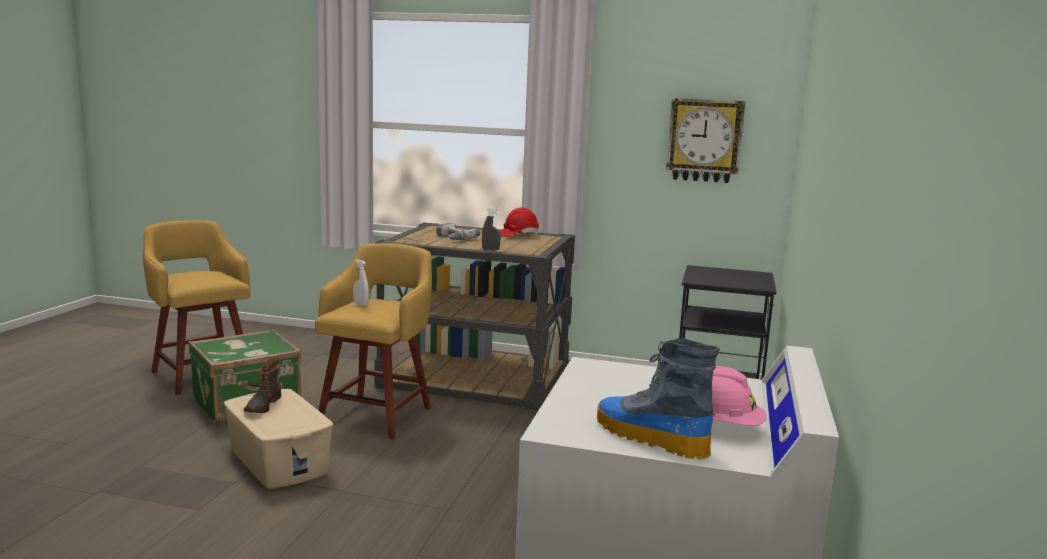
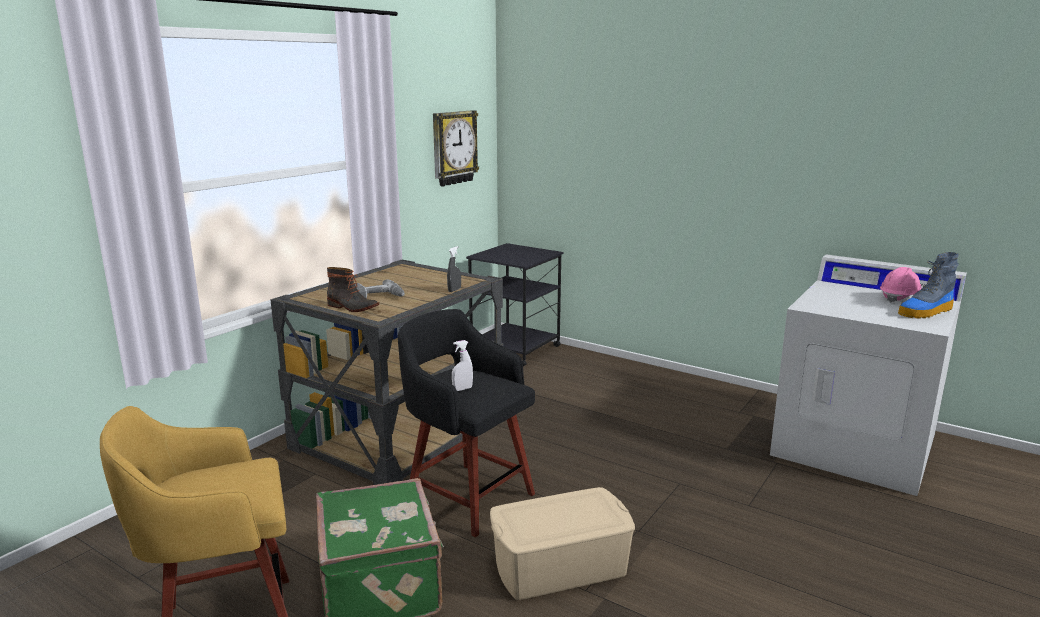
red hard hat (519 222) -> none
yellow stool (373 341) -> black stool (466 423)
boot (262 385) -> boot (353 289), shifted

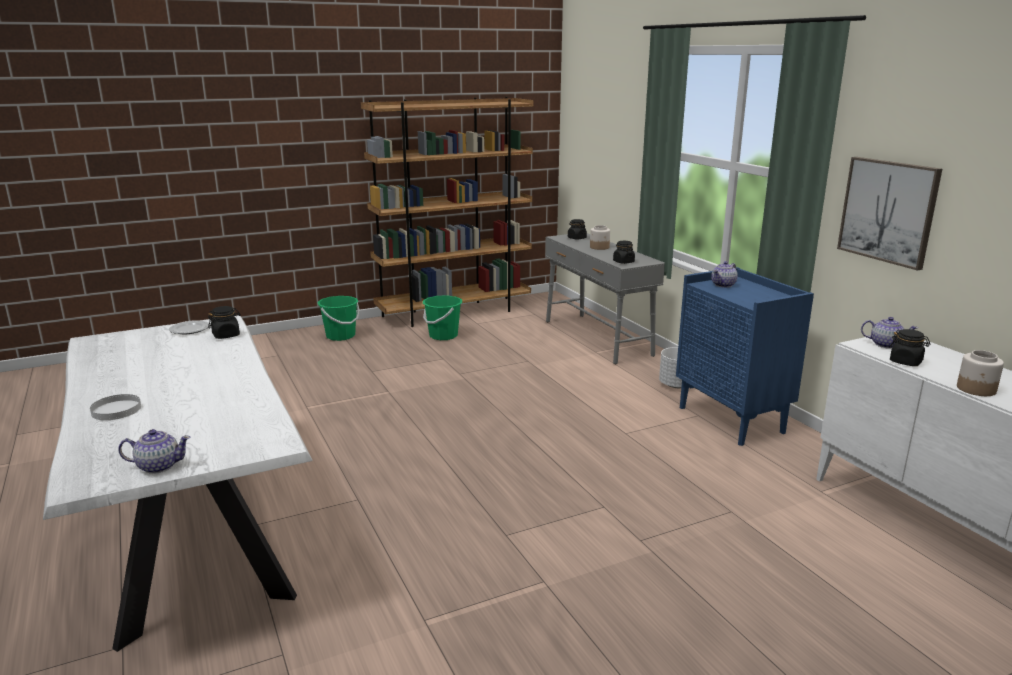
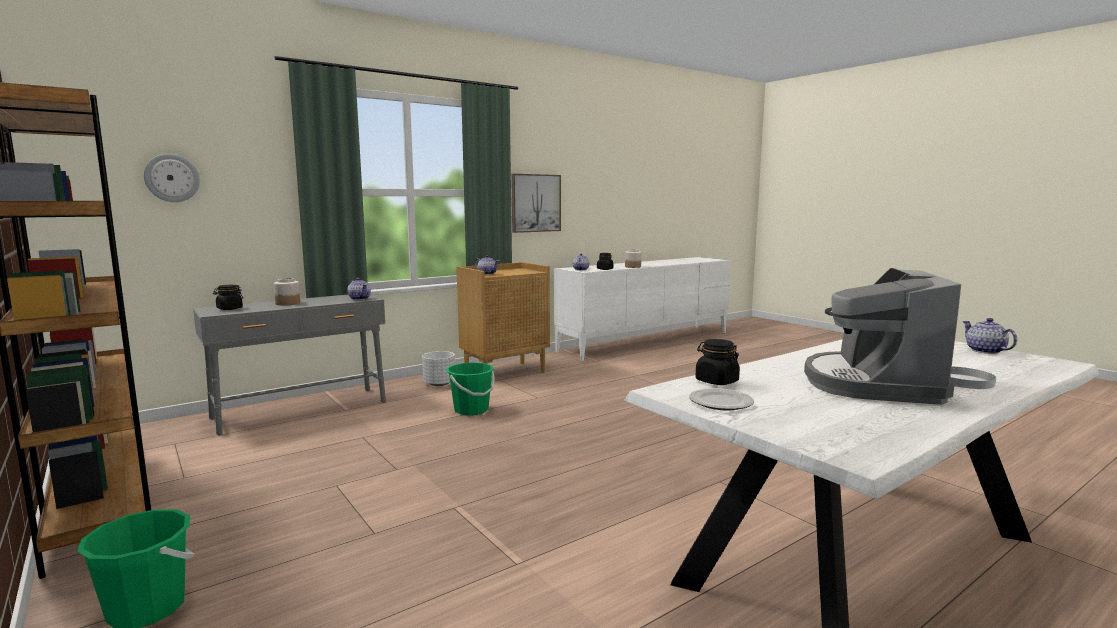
black jar (624 252) -> teapot (359 289)
blue cabinet (745 356) -> brown cabinet (503 317)
green bucket (442 317) -> green bucket (470 389), shifted
none -> wall clock (172 178)
none -> coffee machine (882 336)

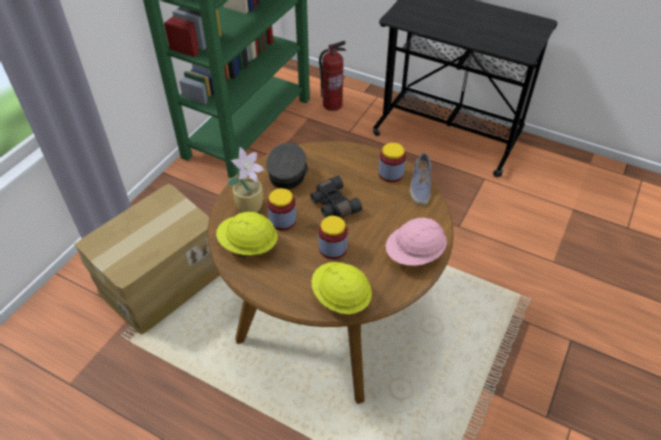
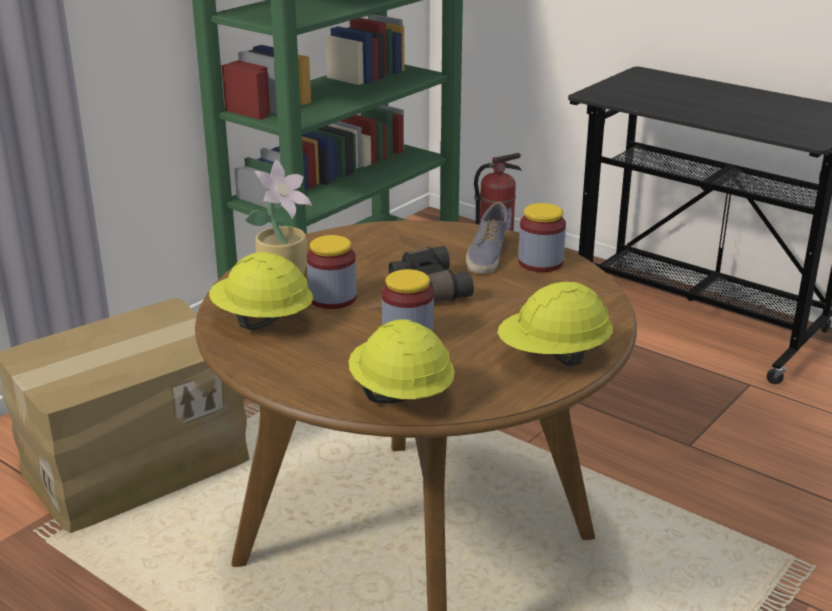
grey cap (287 166) -> none
shoe (420 179) -> shoe (487 238), shifted
pink hard hat (416 242) -> yellow hard hat (555 324)

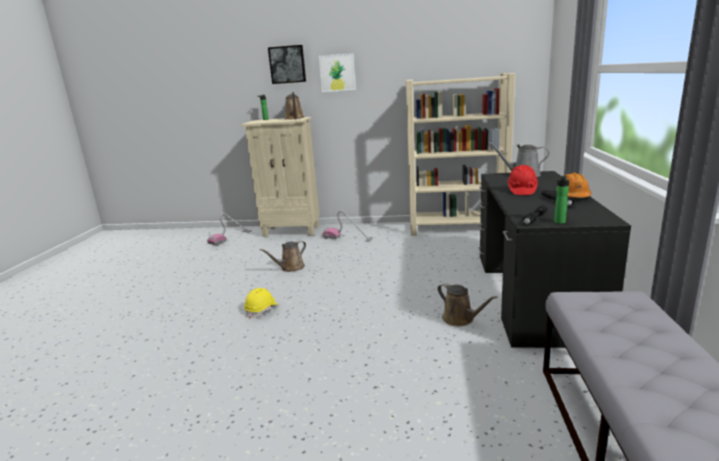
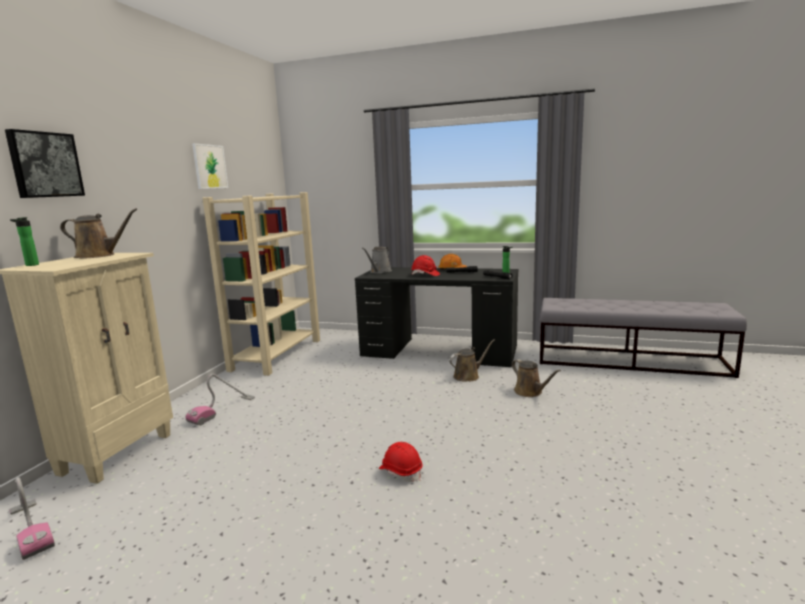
picture (337 72) -> picture (210 166), shifted
brown watering can (283 256) -> brown watering can (536 378), shifted
yellow hard hat (261 303) -> red hard hat (401 462)

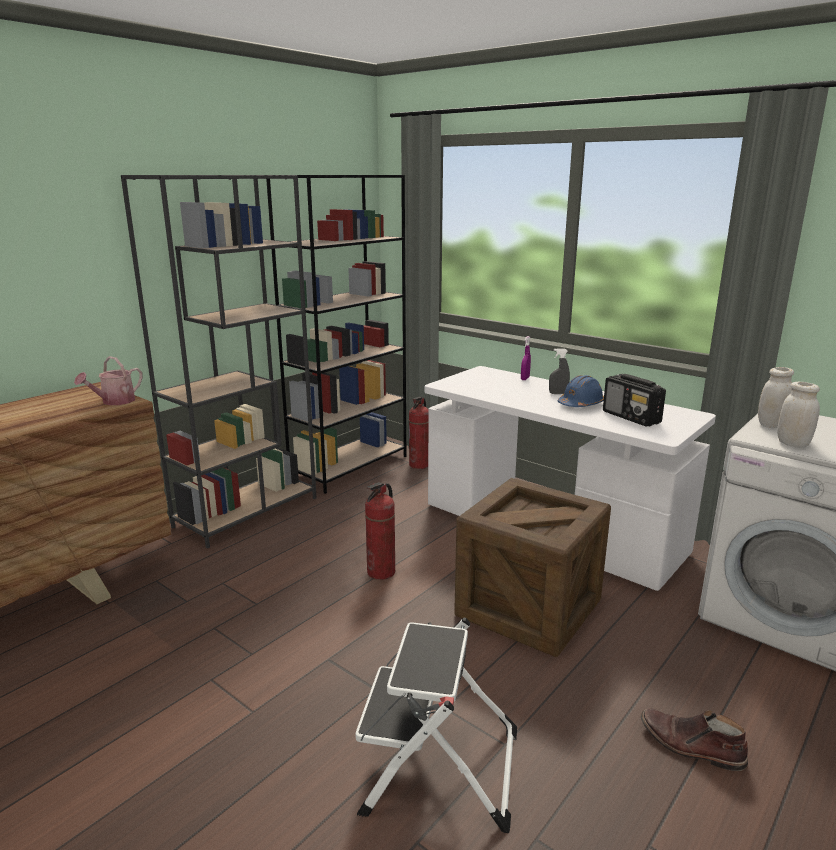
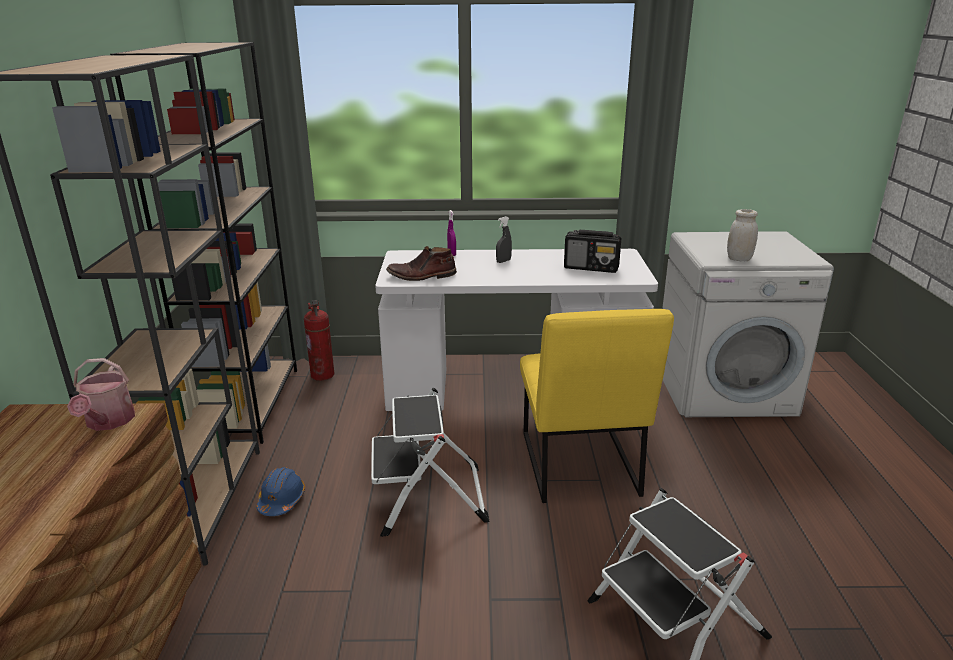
white jar (776 397) -> none
blue hard hat (581 391) -> blue hard hat (281 491), shifted
crate (532 567) -> yellow chair (597 406)
fire extinguisher (380 531) -> step ladder (430 462)
brown boot (694 739) -> brown boot (421 263), shifted

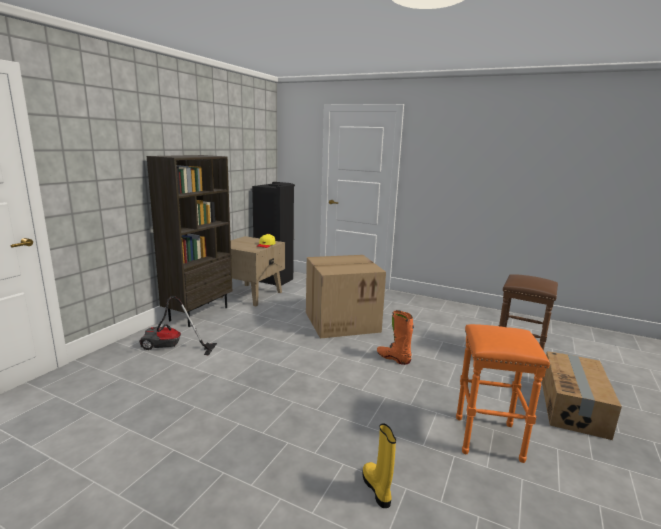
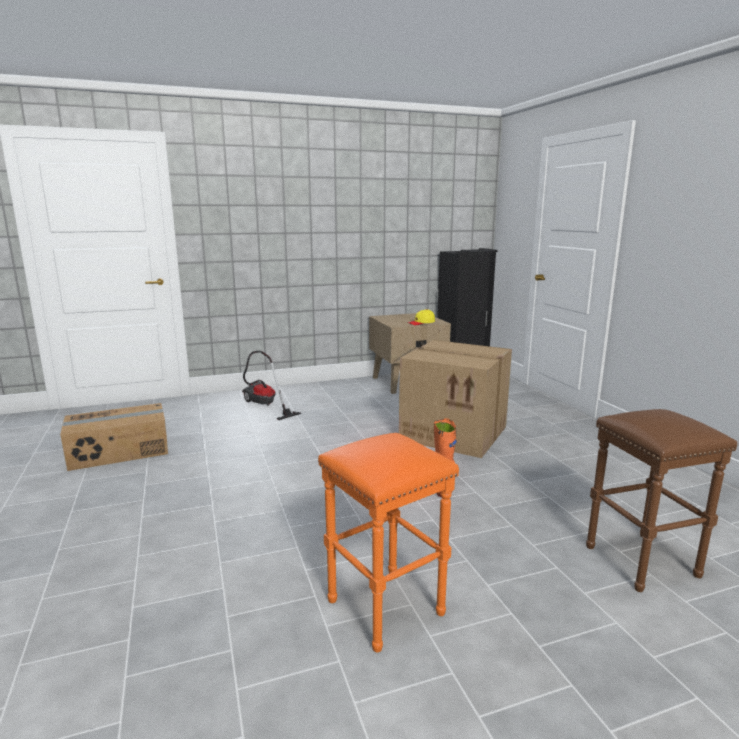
brown bookcase (189 241) -> none
cardboard box (582 395) -> cardboard box (114 437), shifted
yellow boot (379 465) -> none

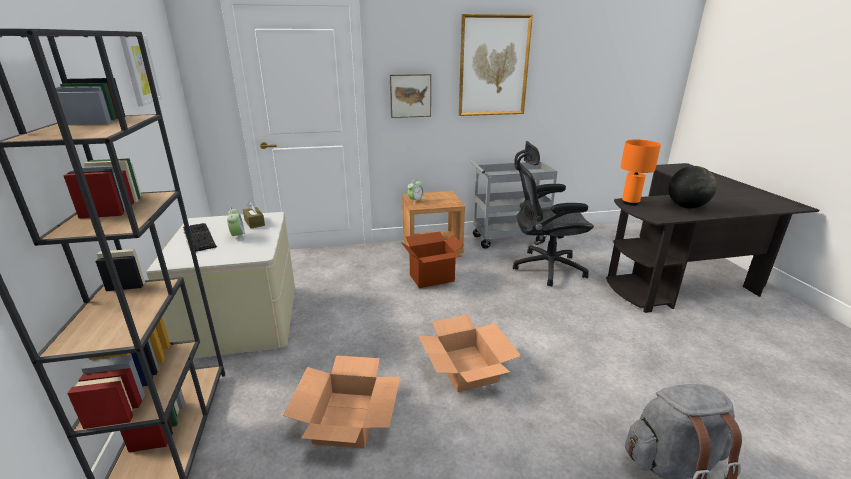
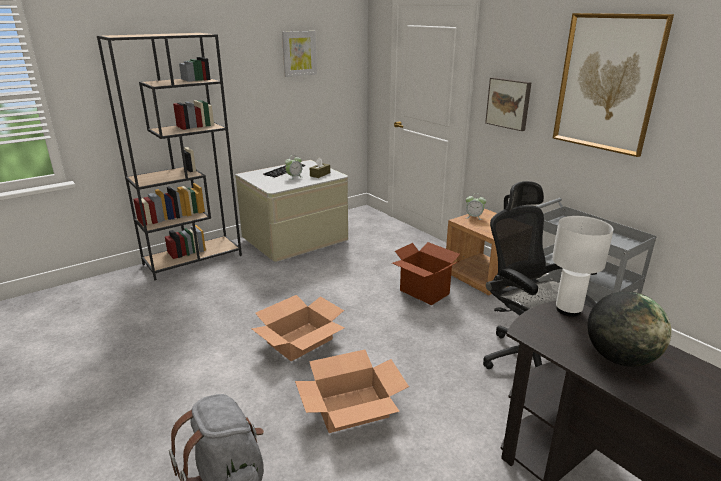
orange table lamp (641 173) -> white table lamp (582 266)
cardboard box (341 402) -> cardboard box (352 391), shifted

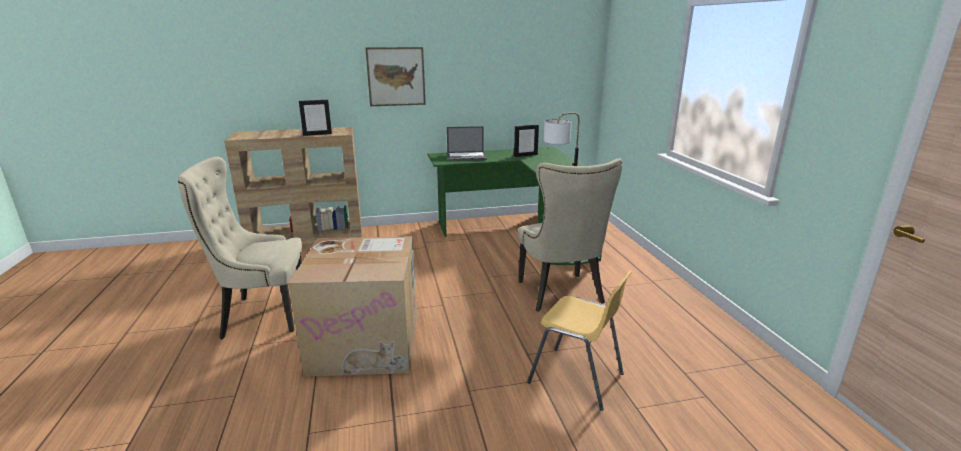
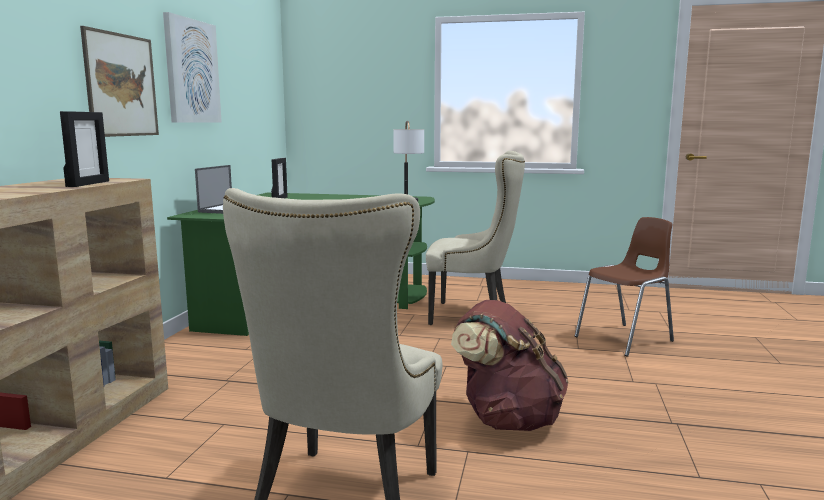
cardboard box (353 306) -> brown backpack (510 365)
yellow chair (579 341) -> brown chair (624 287)
none -> picture (192 67)

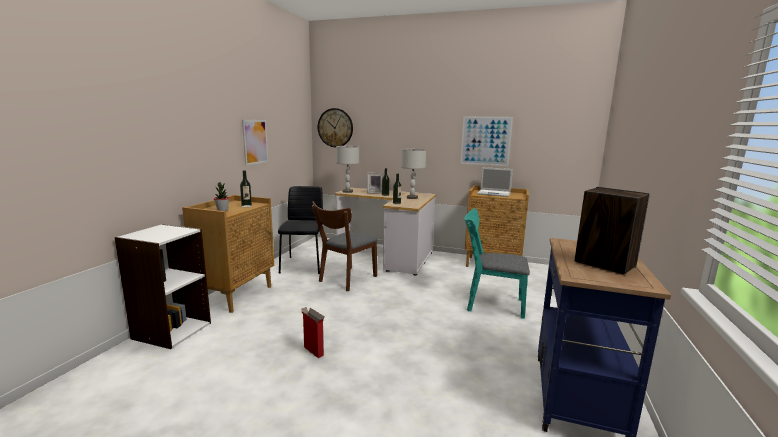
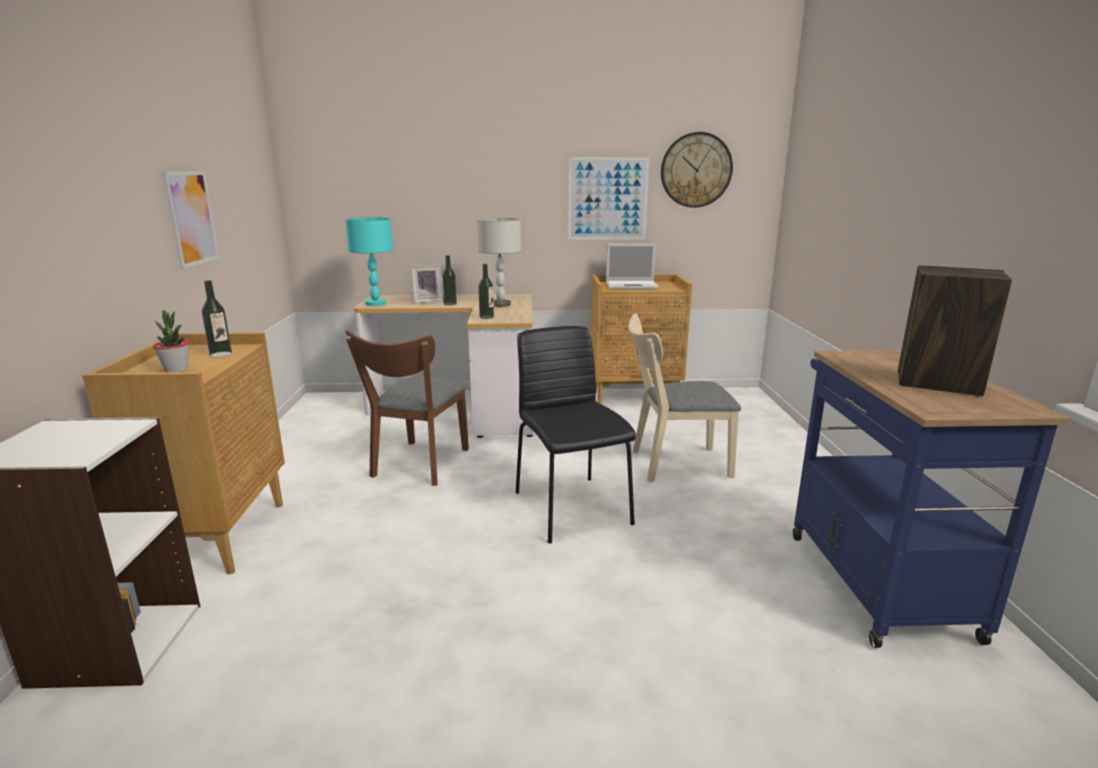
wall clock (335 127) -> wall clock (697 170), shifted
grey table lamp (347 169) -> turquoise table lamp (369 261)
black chair (300 230) -> black chair (575 434), shifted
turquoise chair (497 263) -> beige chair (684 398)
cardboard box (313 332) -> none

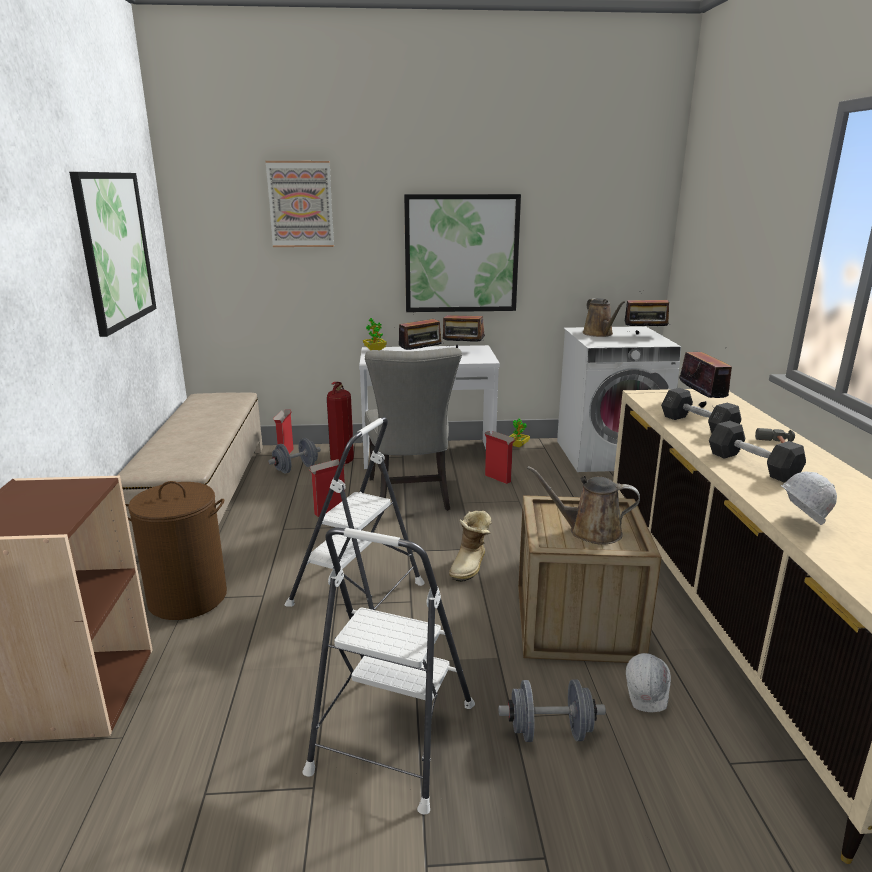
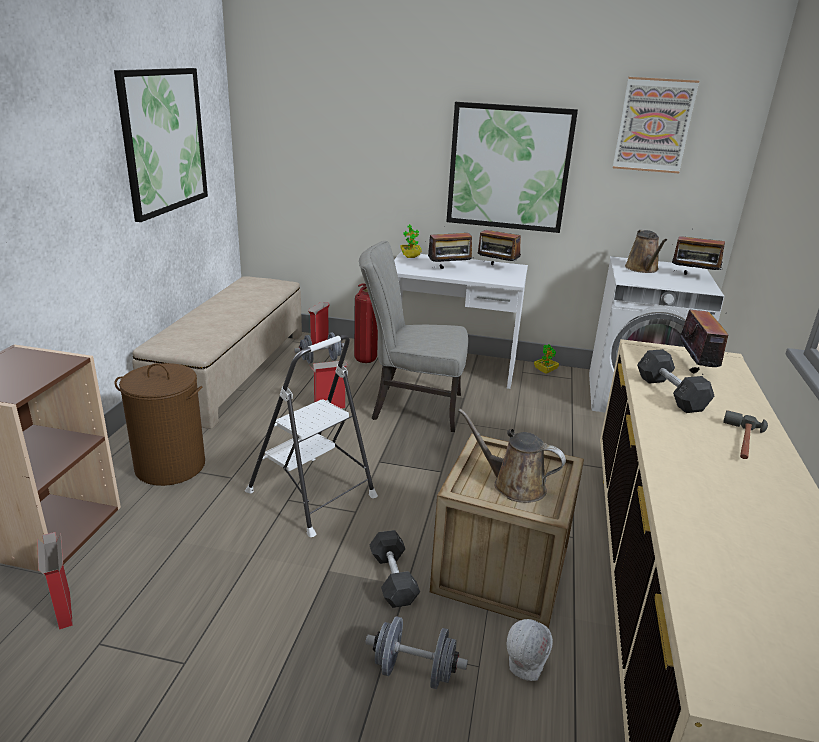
picture (300 204) -> picture (656 125), shifted
grey chair (413 431) -> grey chair (413 336), 90 degrees clockwise
grey dumbbell (757 451) -> grey dumbbell (395 569), shifted
cardboard box (500 457) -> cardboard box (55 580), shifted
white hard hat (809 498) -> none
boot (470 546) -> none
white step ladder (388 671) -> none

